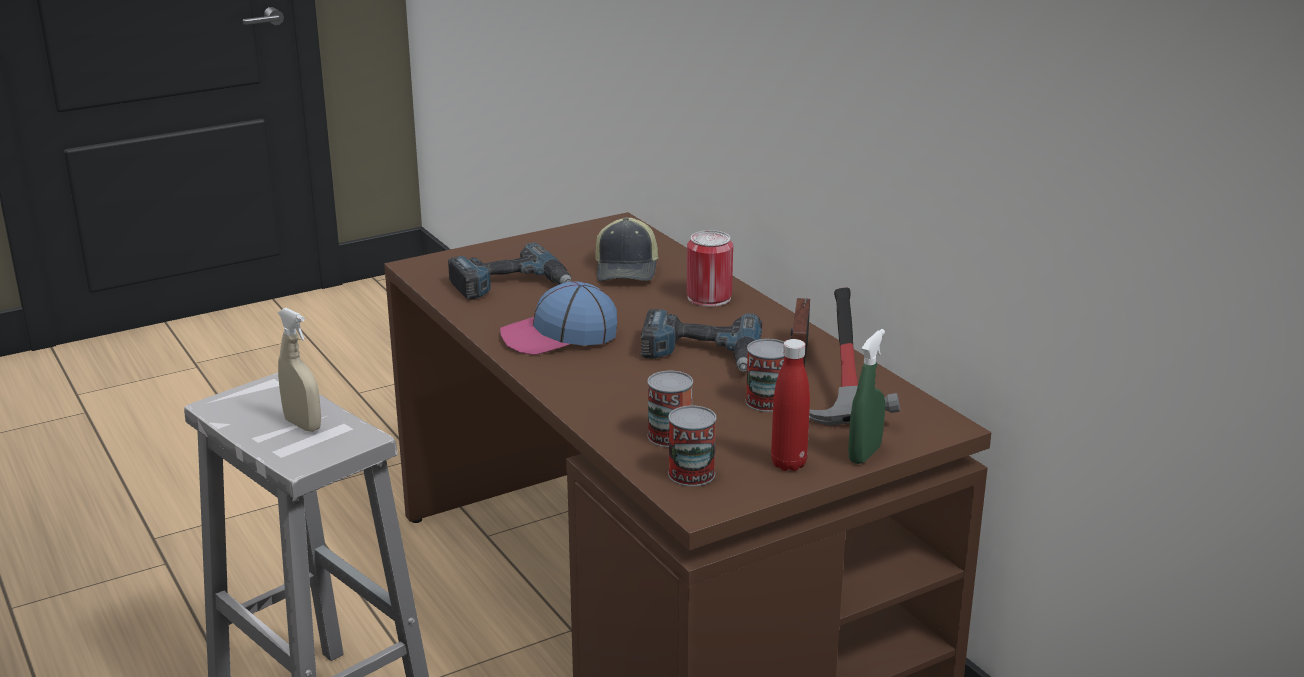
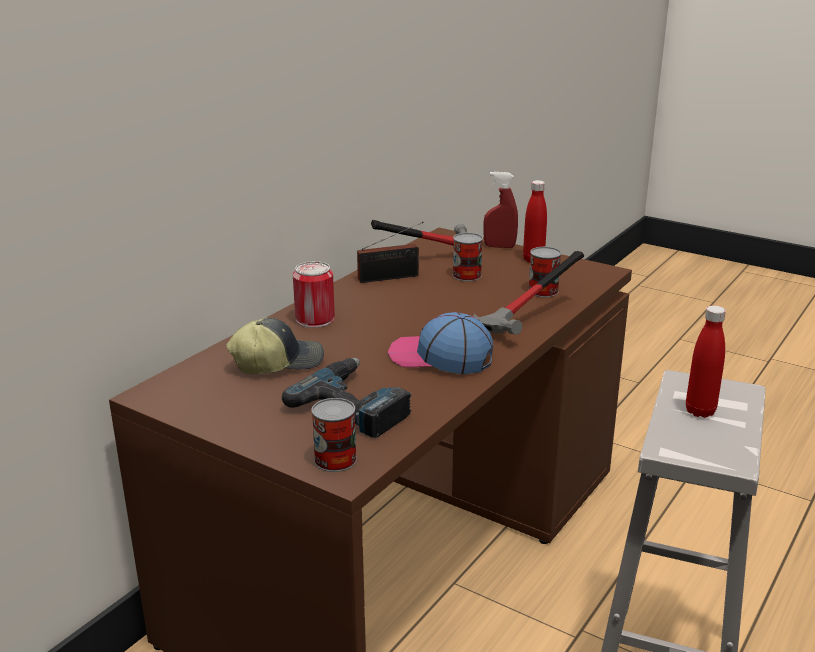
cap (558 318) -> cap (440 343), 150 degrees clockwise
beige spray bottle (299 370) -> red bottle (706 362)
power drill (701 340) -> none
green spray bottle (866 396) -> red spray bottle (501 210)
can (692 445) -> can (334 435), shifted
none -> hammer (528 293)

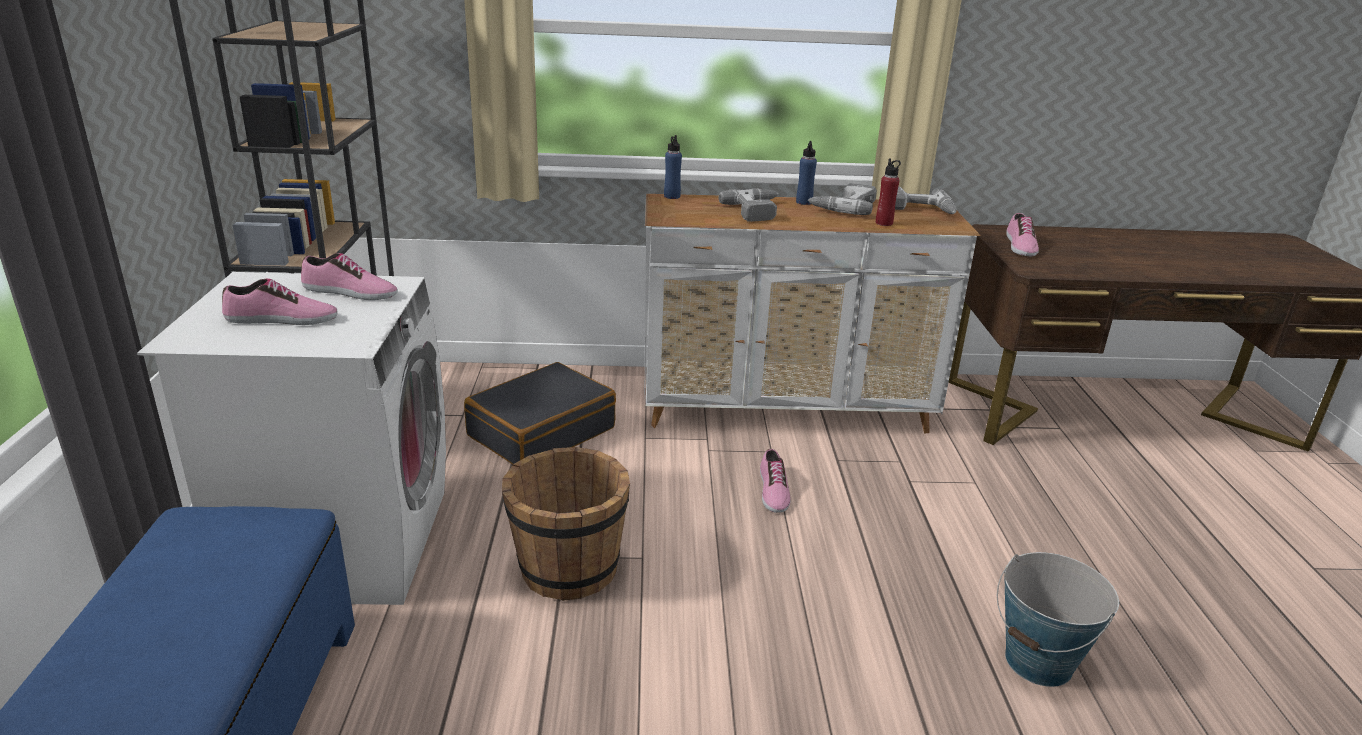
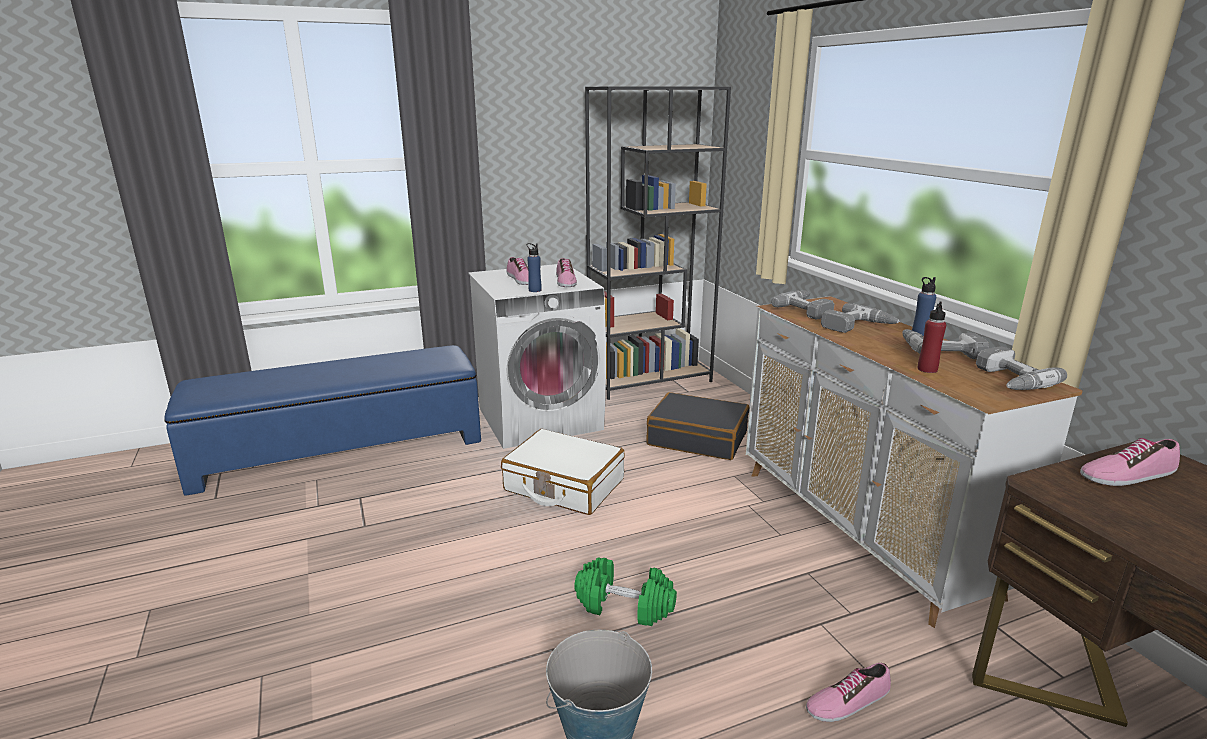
blue bottle (673 167) -> blue bottle (534 267), shifted
brown bucket (566 524) -> white suitcase (563 472)
shoe (775 481) -> shoe (848 692), shifted
none -> power drill (802 305)
none -> green dumbbell (625 592)

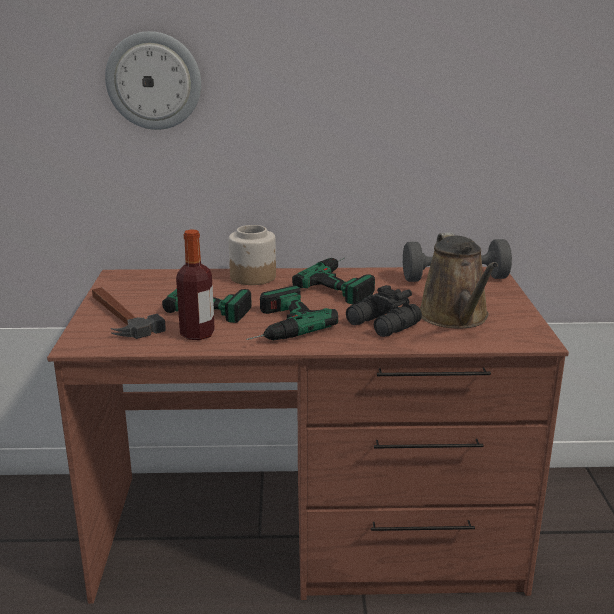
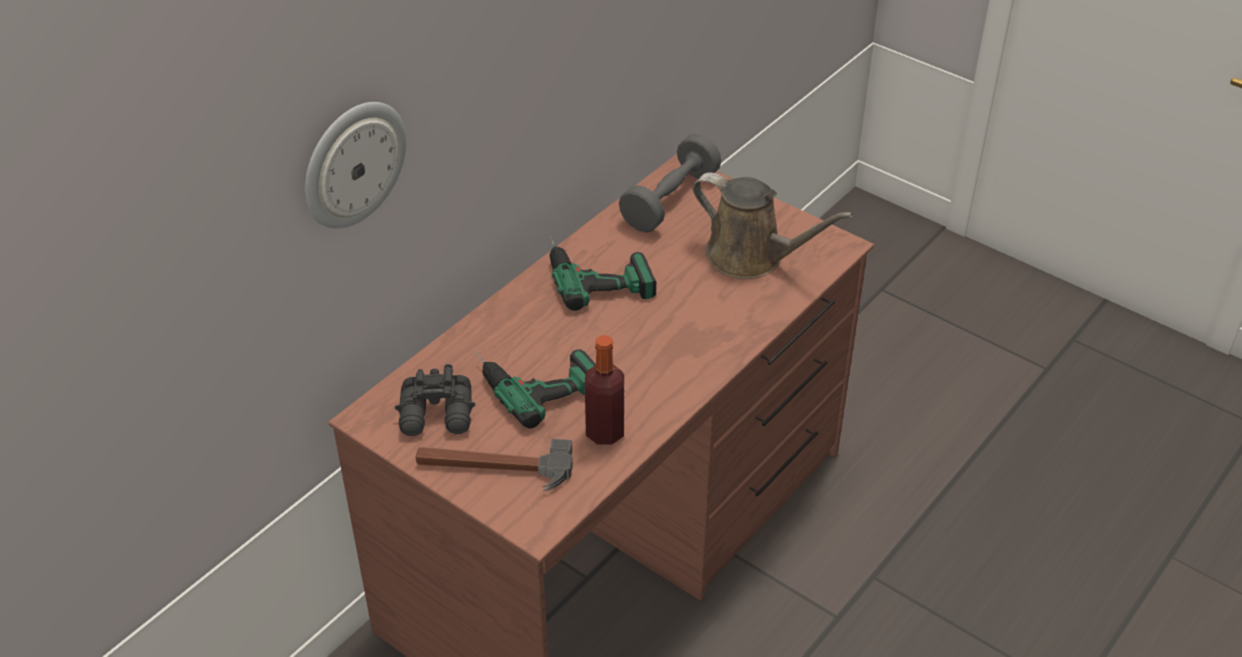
jar (252 255) -> none
power drill (292 312) -> none
black binoculars (384 311) -> black binoculars (435 400), shifted

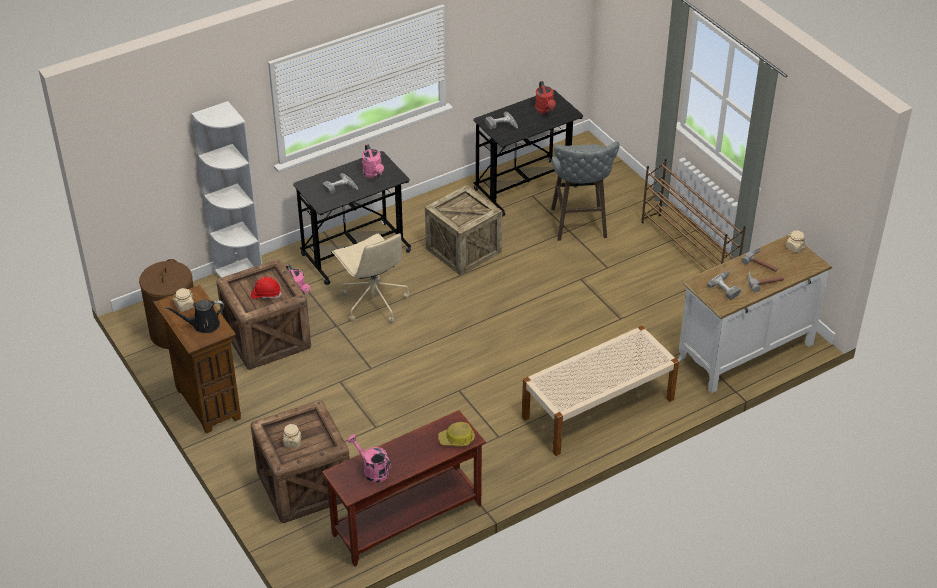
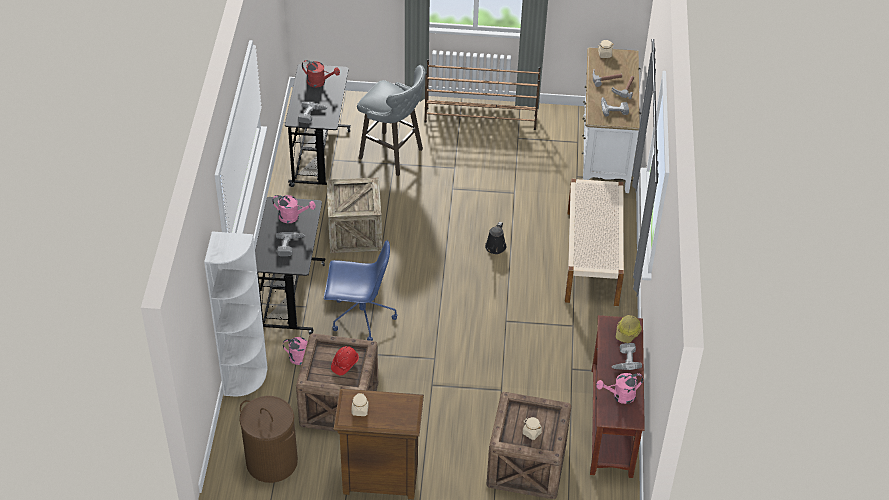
beige office chair (370 278) -> blue office chair (361 290)
black watering can (194 316) -> black watering can (496 238), shifted
none -> power drill (627 356)

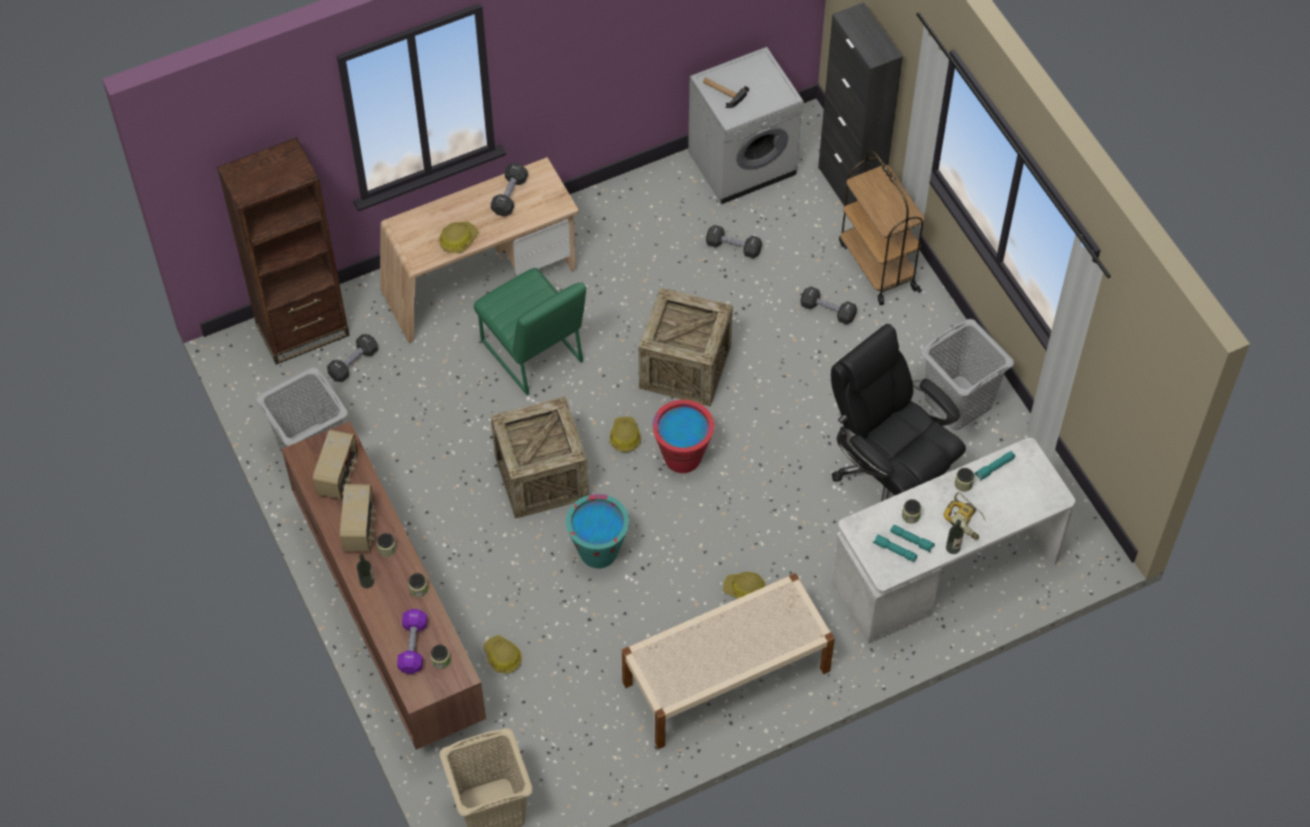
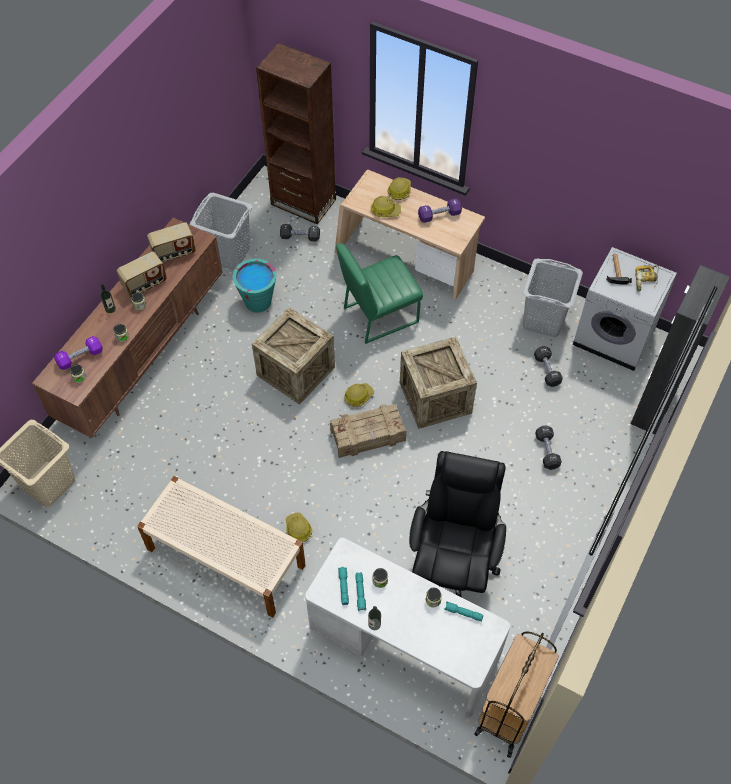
brown cart (882 228) -> brown cart (516 695), shifted
black dumbbell (509 189) -> purple dumbbell (440 211)
green chair (530 332) -> green chair (379 293), 45 degrees clockwise
grey laundry basket (967 374) -> grey laundry basket (553 297), shifted
red bucket (683 436) -> crate (368 431)
power drill (964 516) -> power drill (647 278), shifted
turquoise bucket (597 531) -> turquoise bucket (255 286), shifted
hard hat (502 654) -> hard hat (399 188), shifted

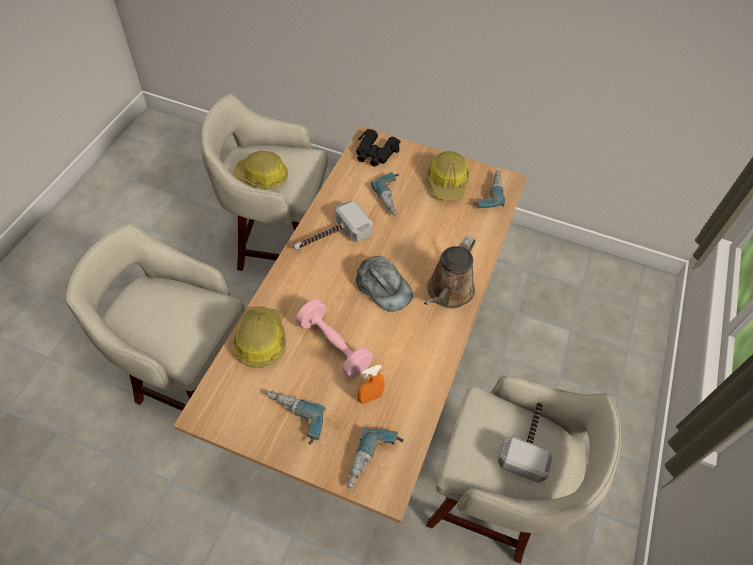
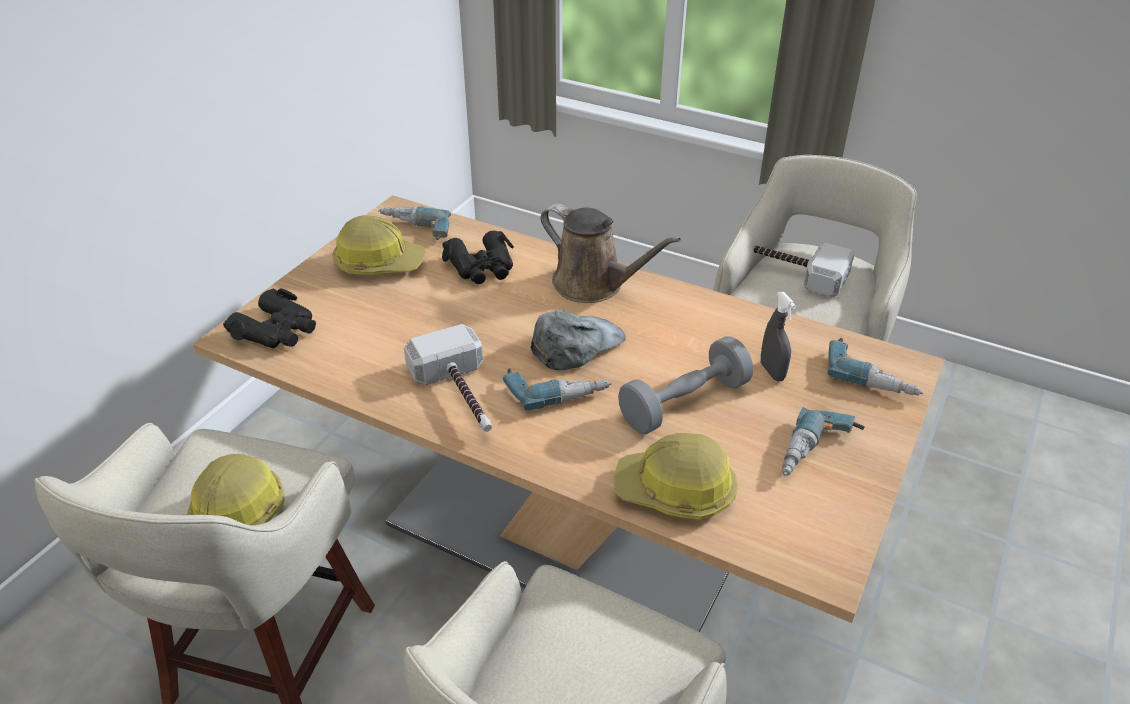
power drill (385 194) -> power drill (557 389), shifted
pink dumbbell (334 338) -> grey dumbbell (685 385)
orange spray bottle (371 384) -> grey spray bottle (778 336)
none -> black binoculars (478 257)

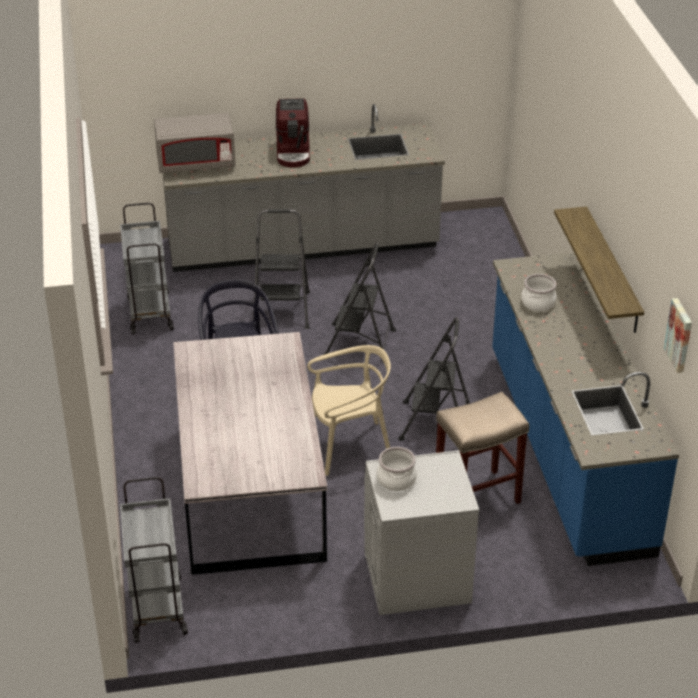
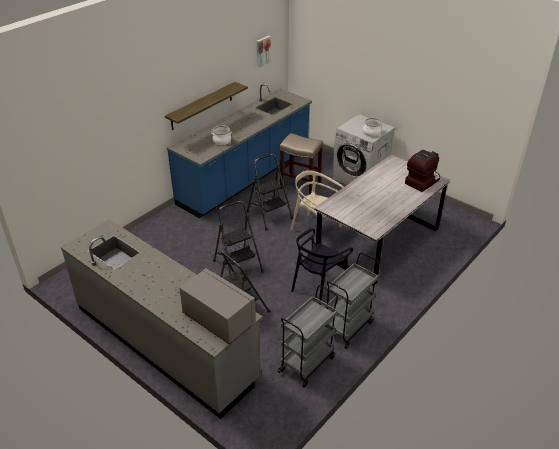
coffee machine (293 133) -> coffee machine (422 171), shifted
grey cart (154 560) -> grey cart (352 300), shifted

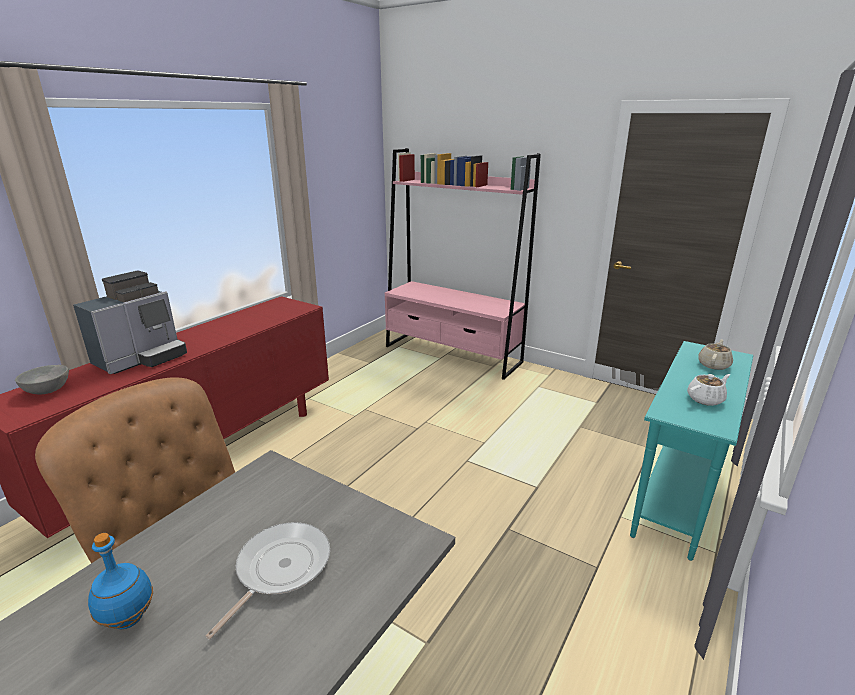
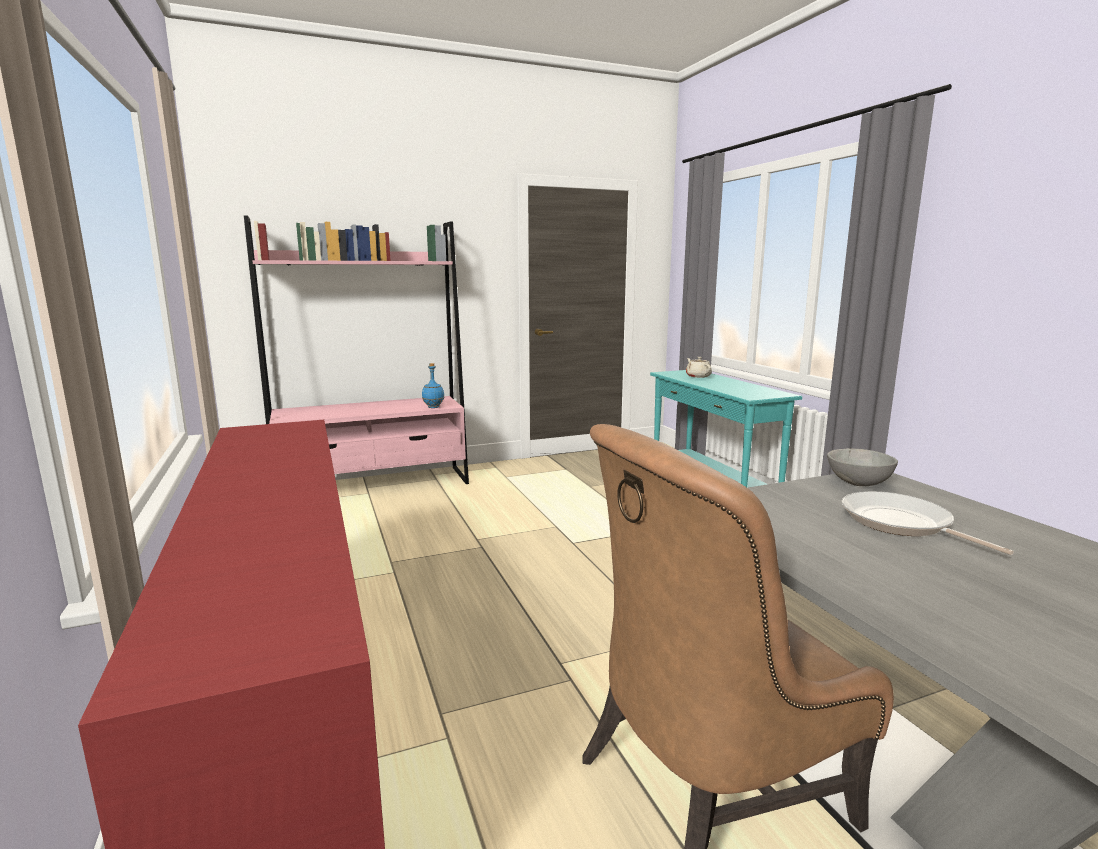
coffee machine (130 322) -> none
grey bowl (42 379) -> grey bowl (862 467), shifted
white teapot (708 390) -> none
blue bottle (120 581) -> blue bottle (433 385), shifted

